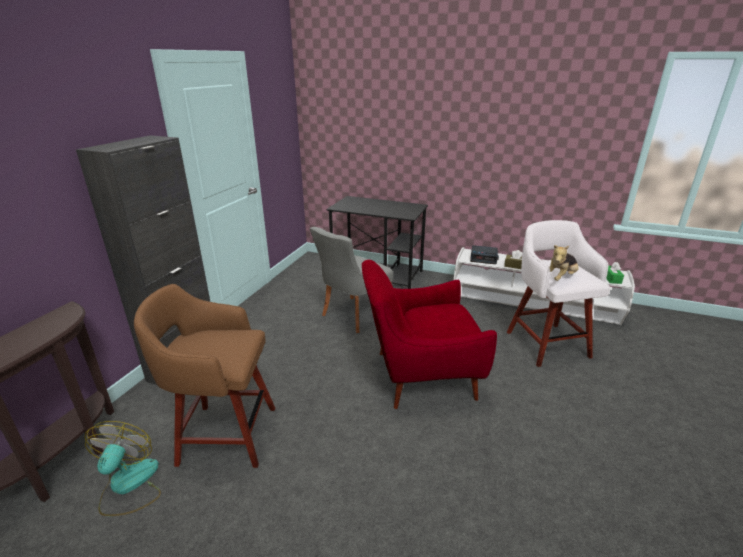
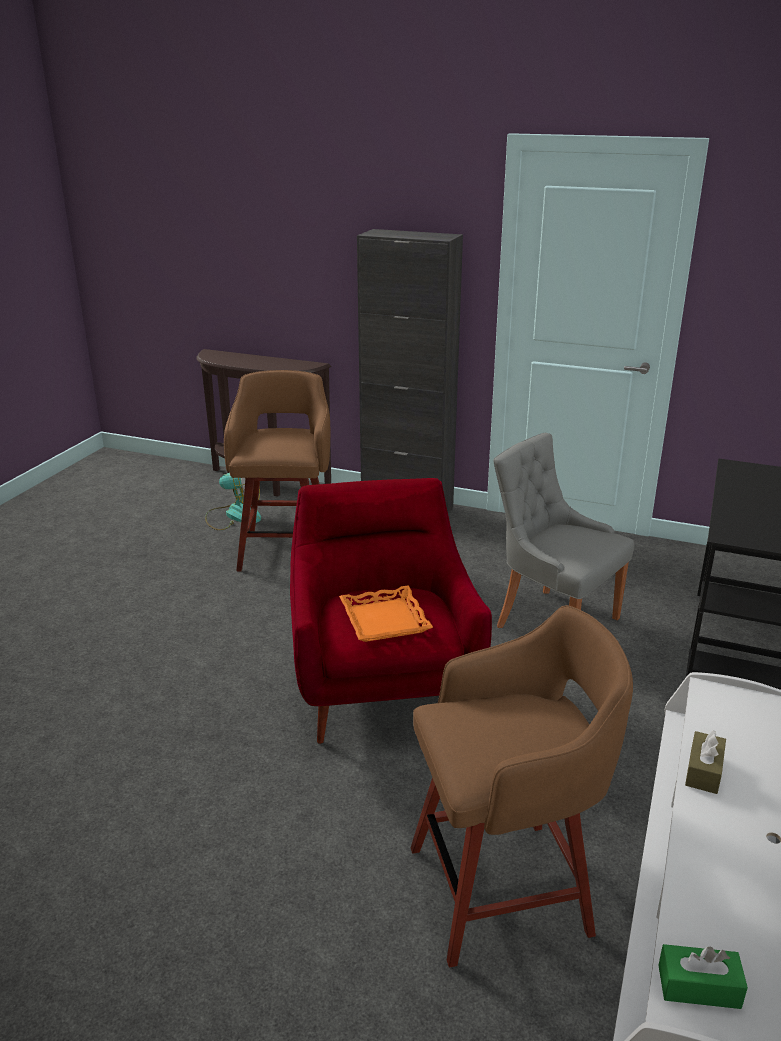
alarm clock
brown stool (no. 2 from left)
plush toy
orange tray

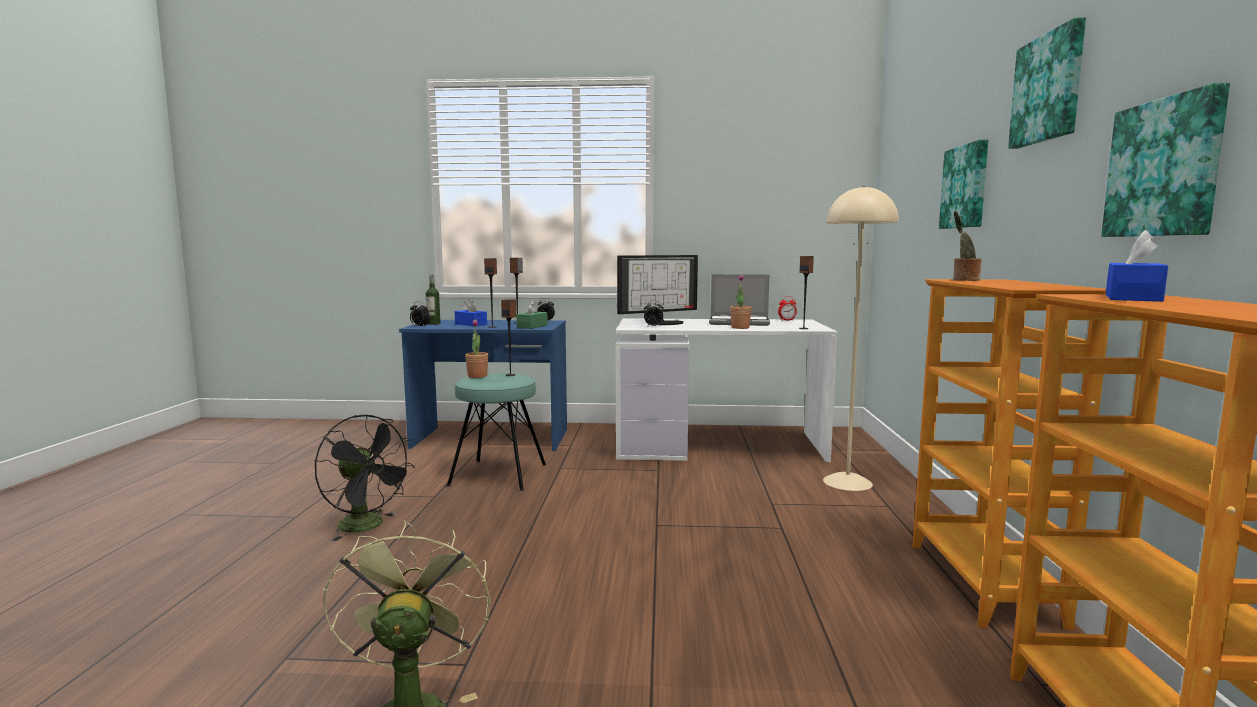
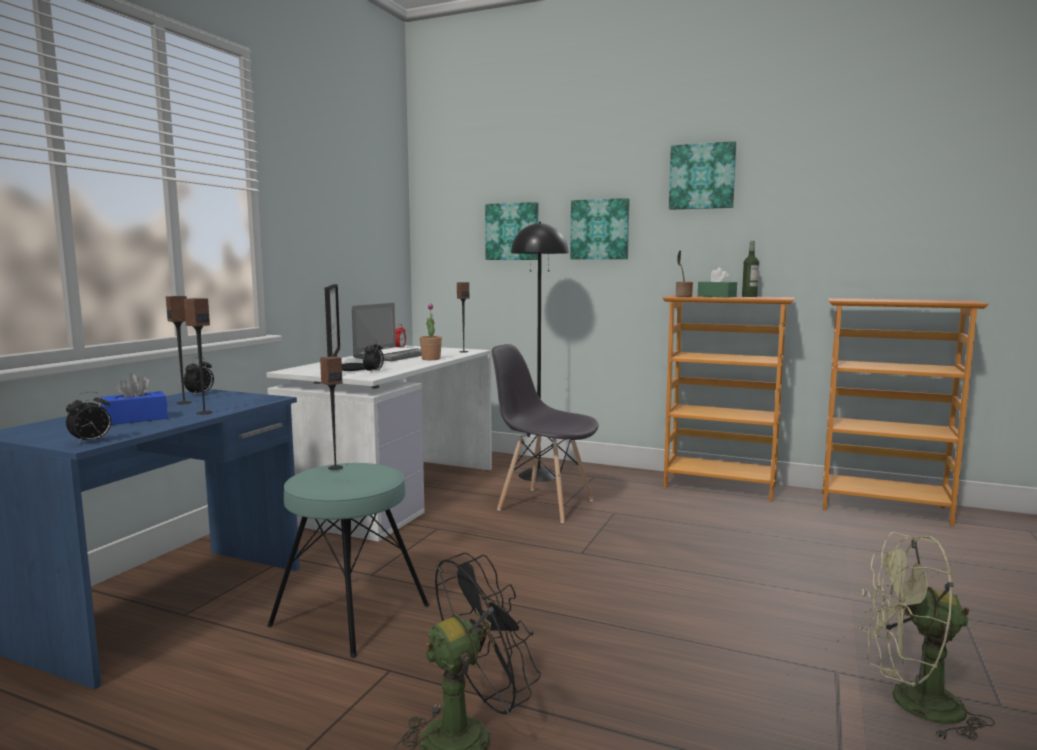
bottle
potted plant (no. 1 from left in the first image)
green tissue box
black floor lamp
picture (no. 1 from left)
blue tissue box (no. 2 from left in the first image)
grey chair

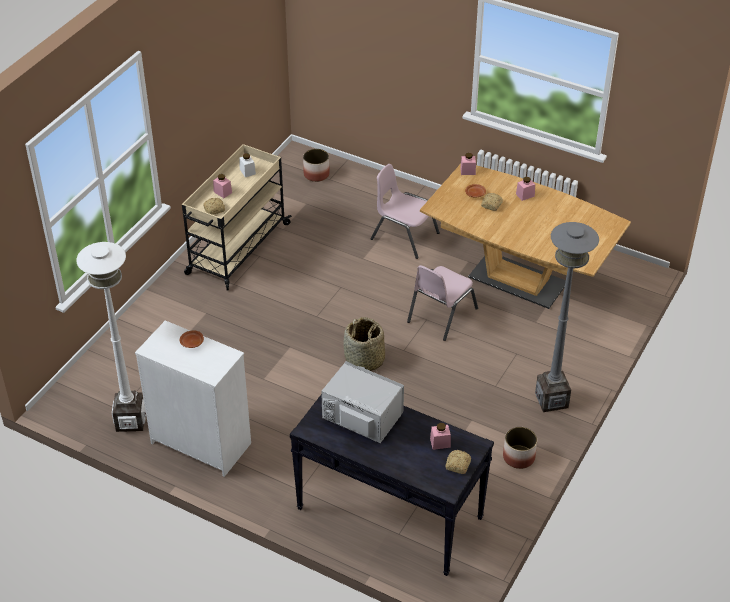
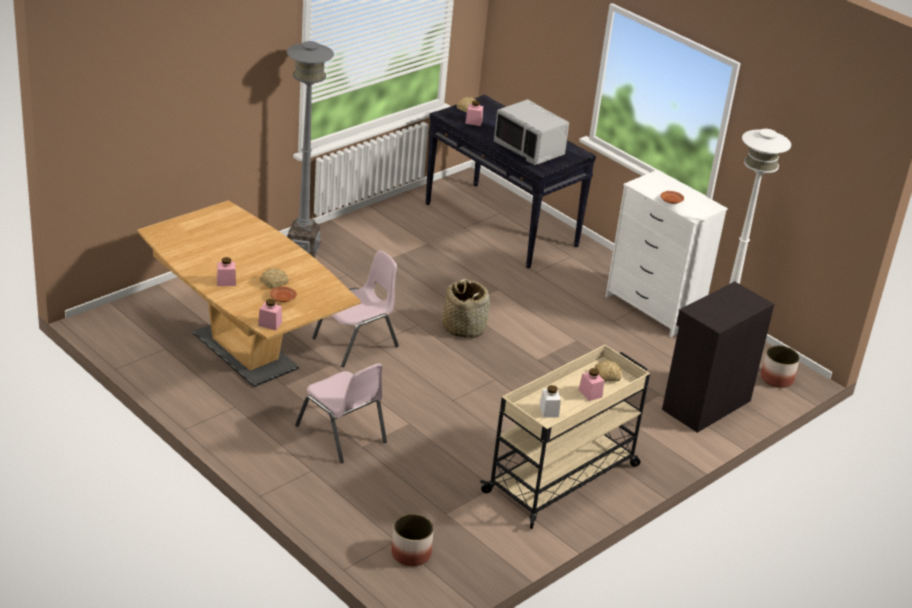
planter (no. 2 from left)
black cabinet

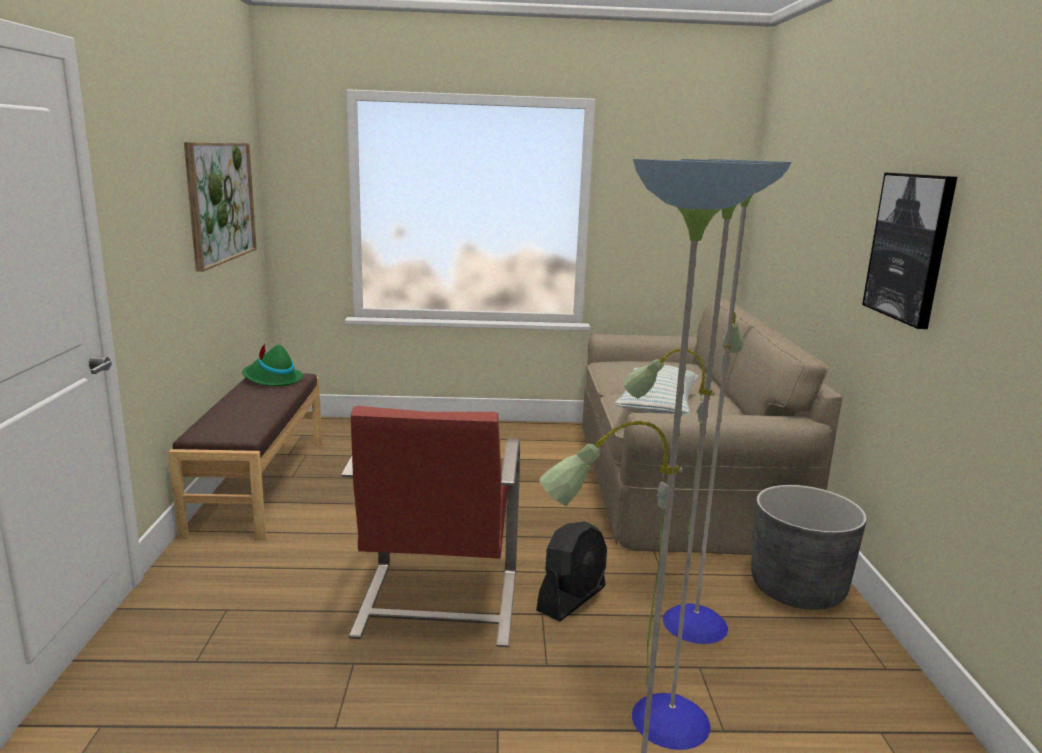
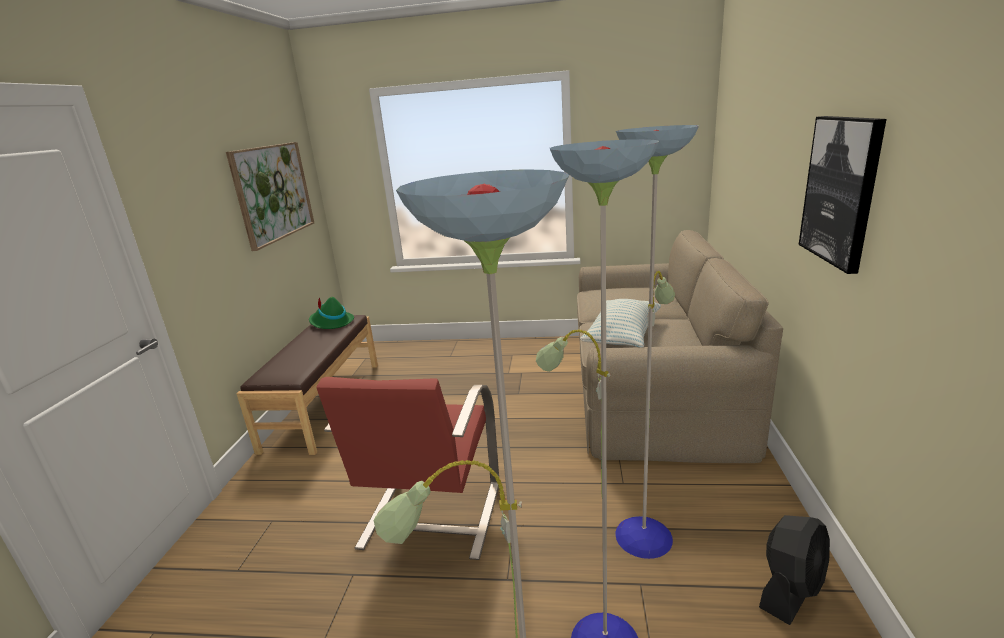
black fan
grey planter

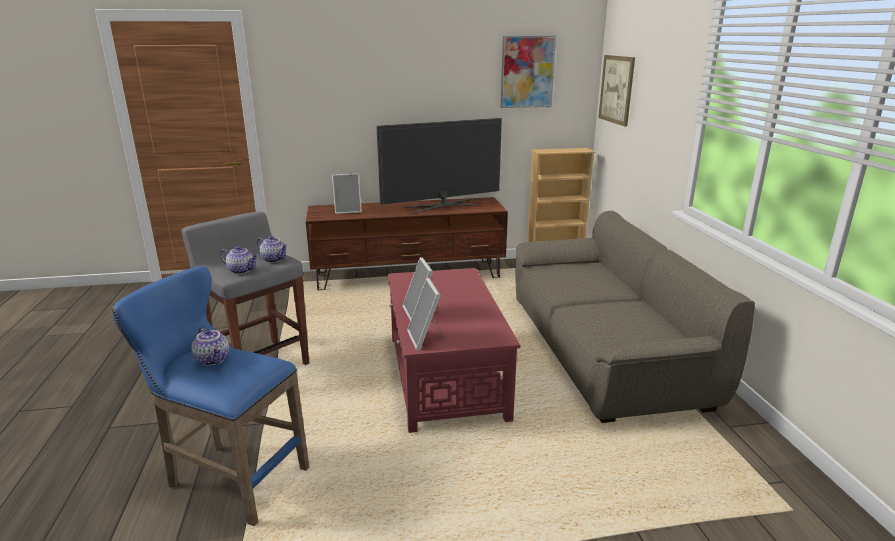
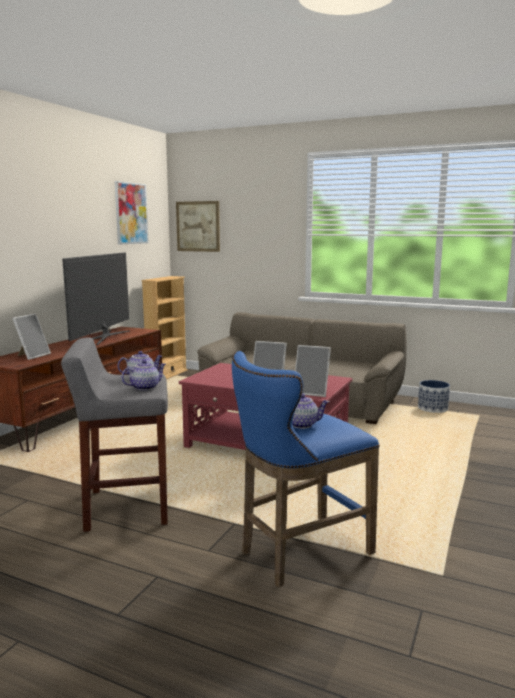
planter

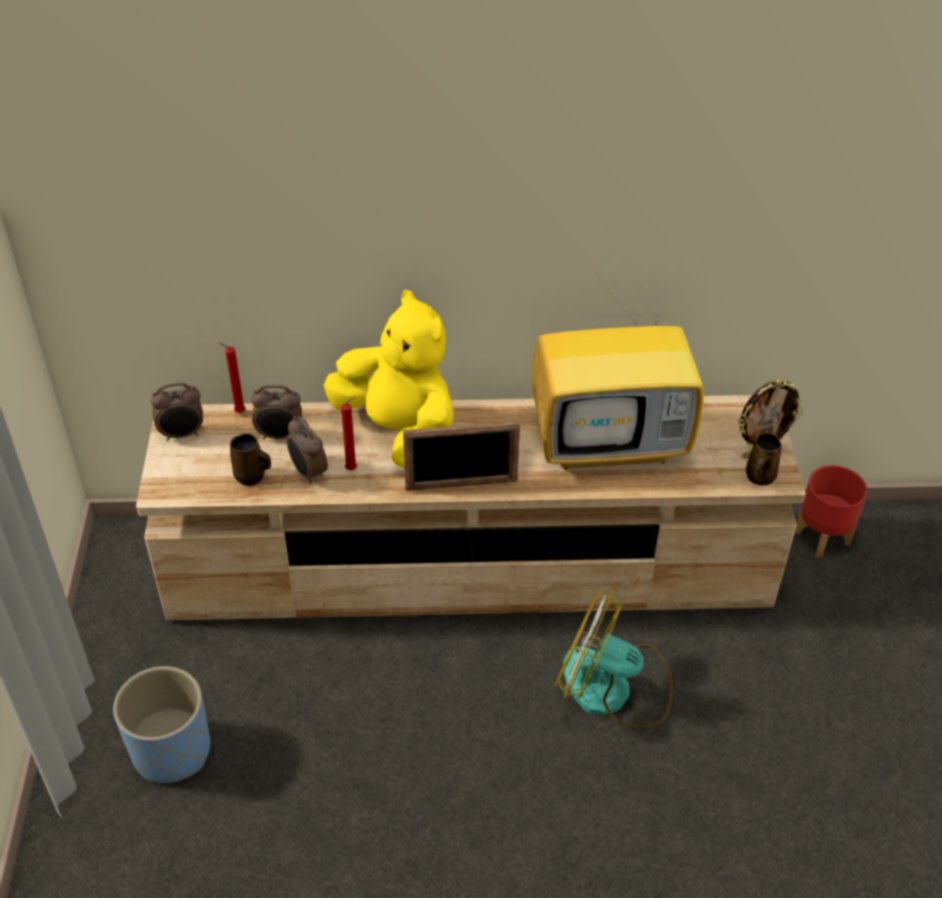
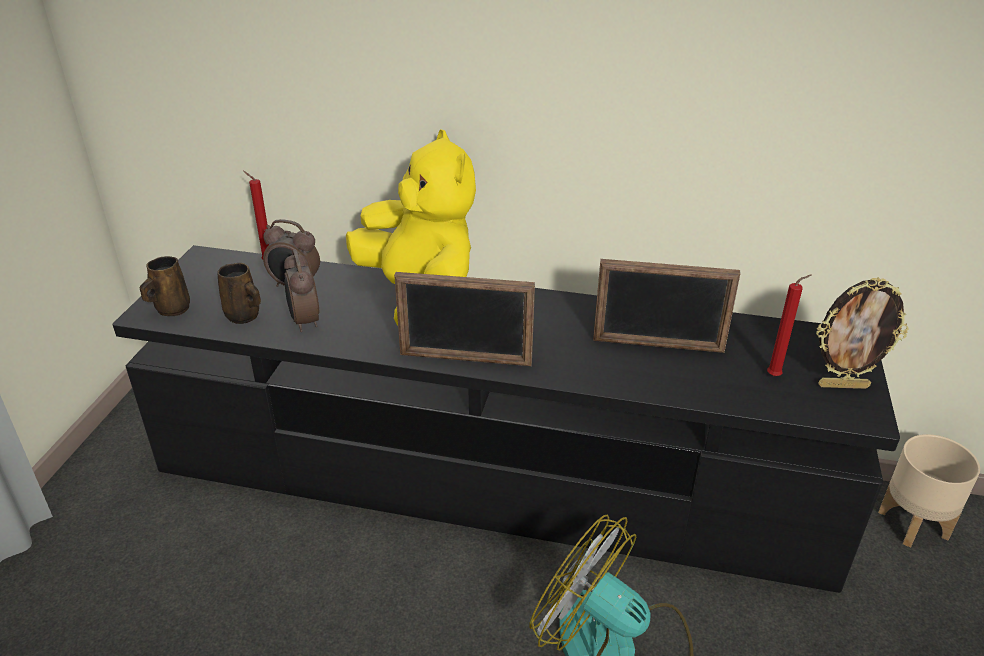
blue planter
black tv stand
alarm clock (no. 1 from left in the first image)
red candle (no. 2 from left)
picture frame (no. 2 from left)
brown mug (no. 1 from left)
beige planter

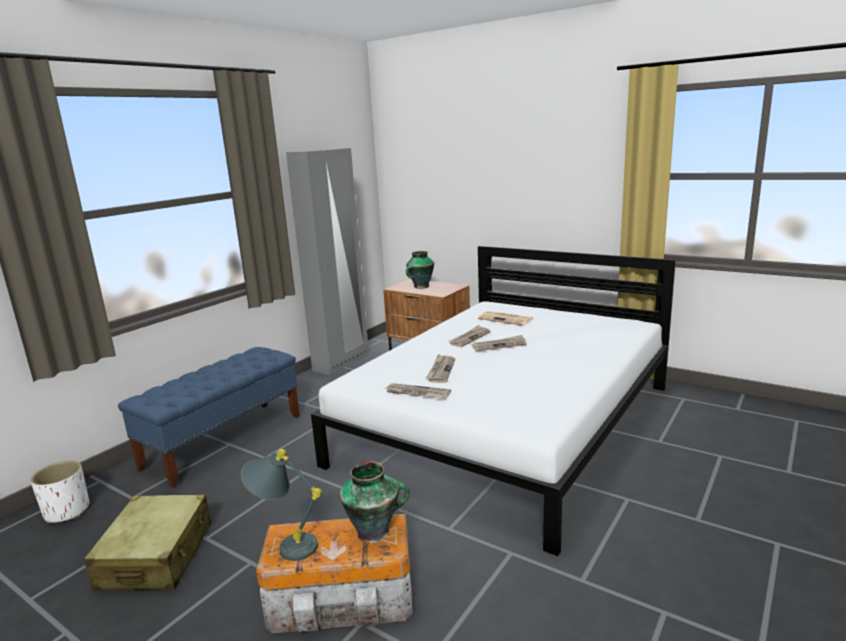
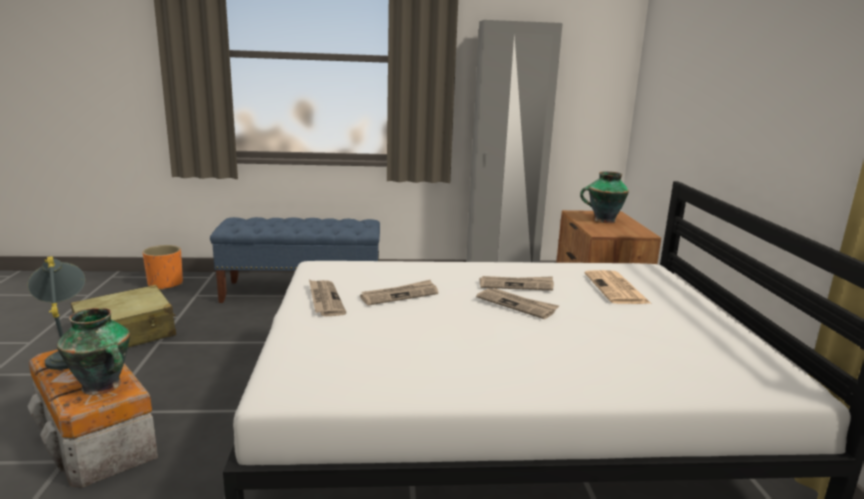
orange planter

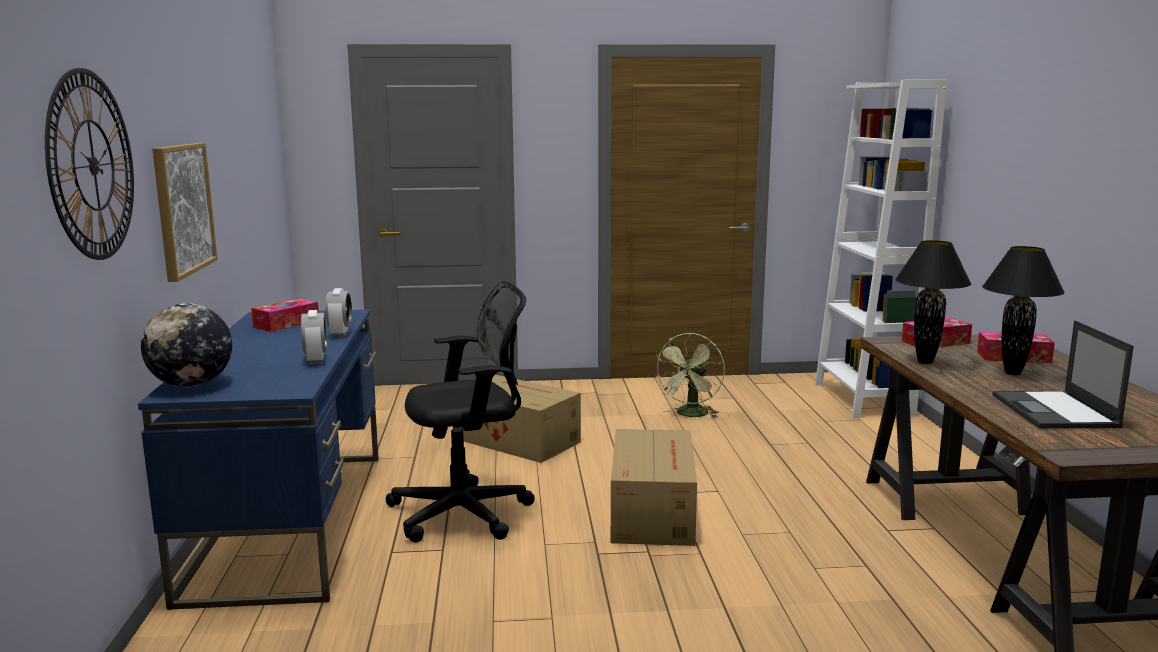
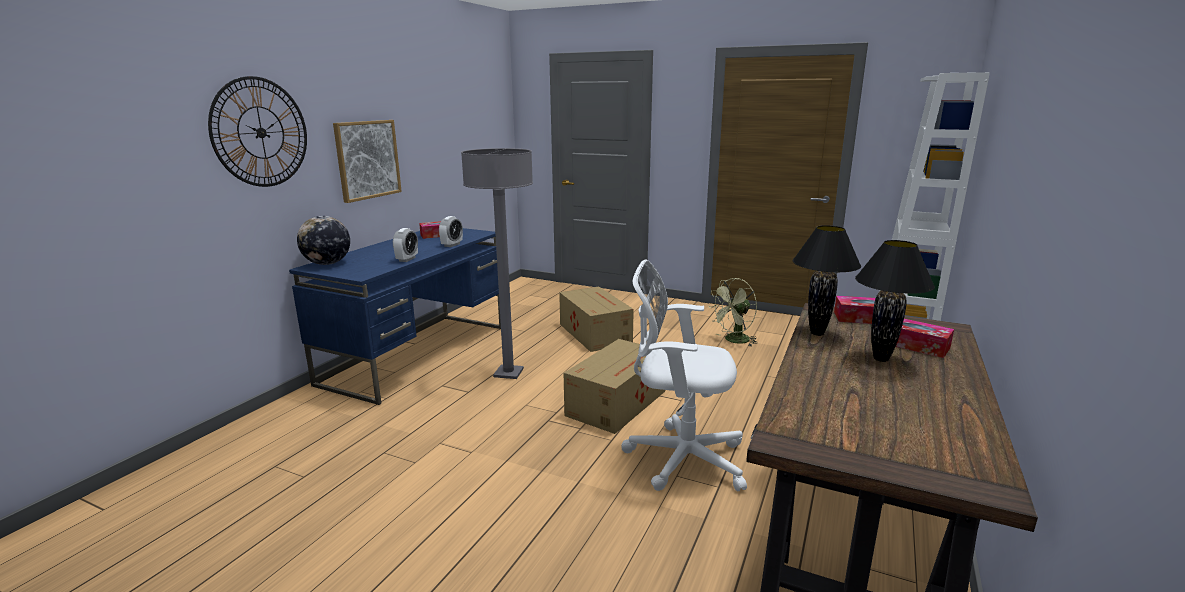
grey floor lamp
laptop
white office chair

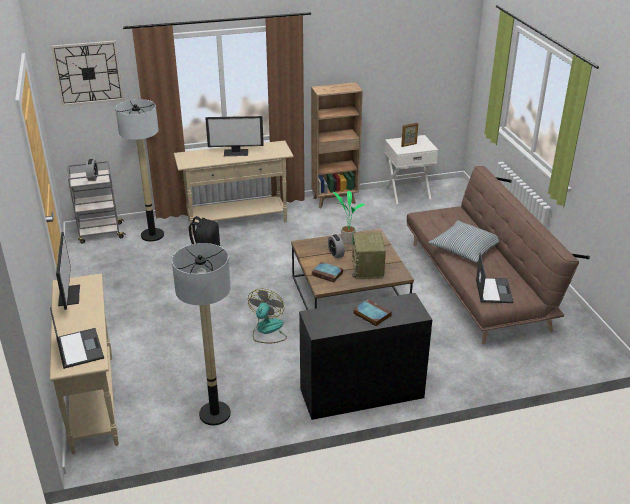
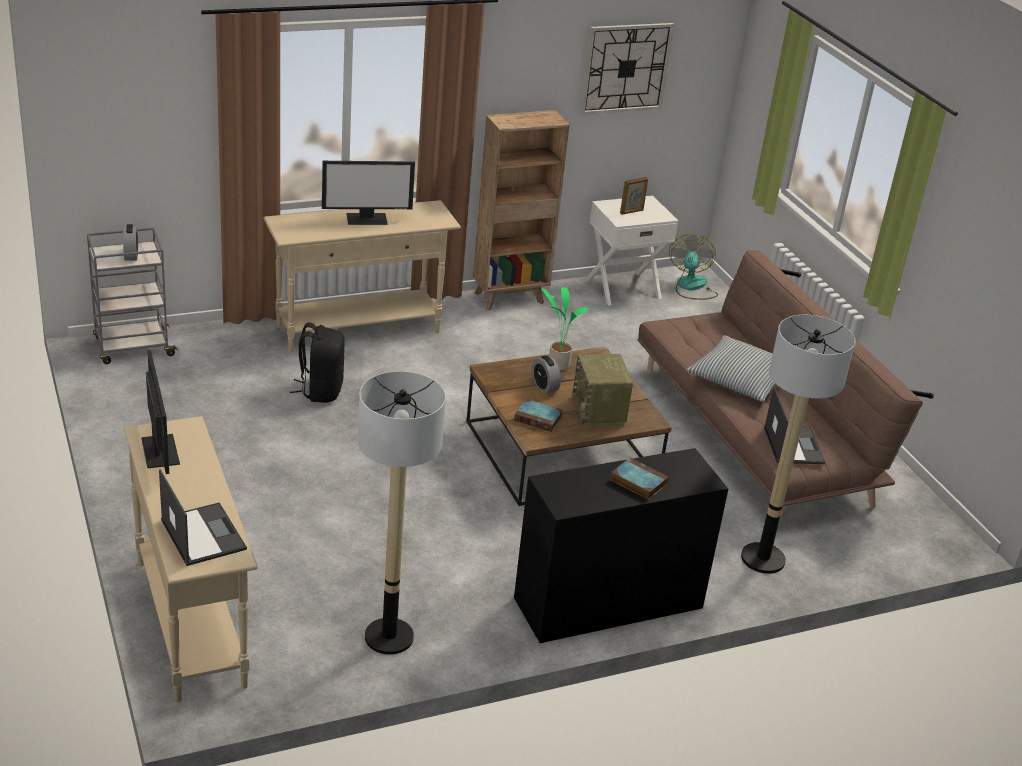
wall clock
floor lamp (no. 2 from left)
fan

